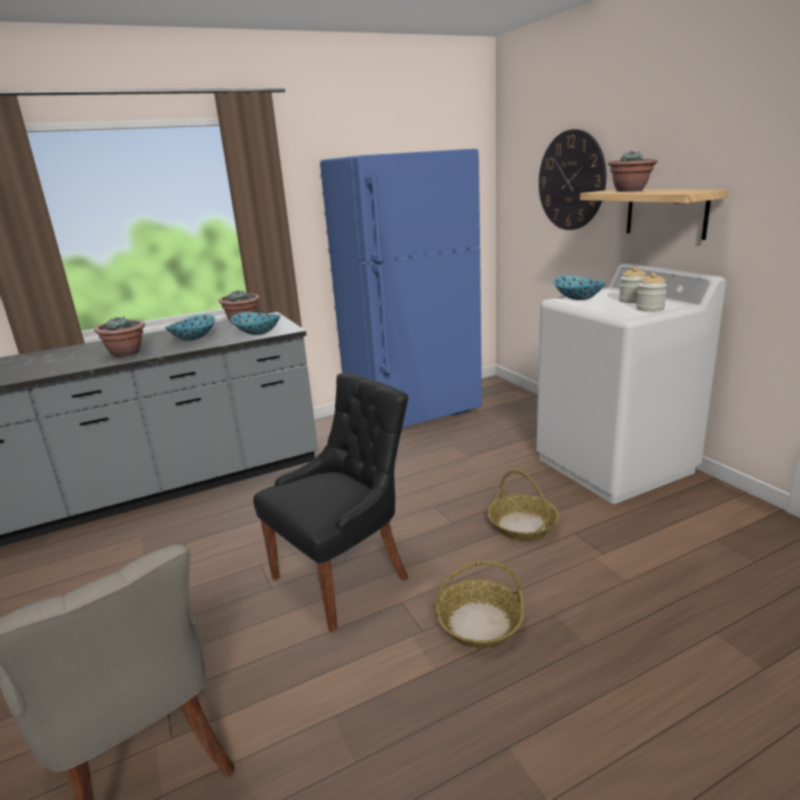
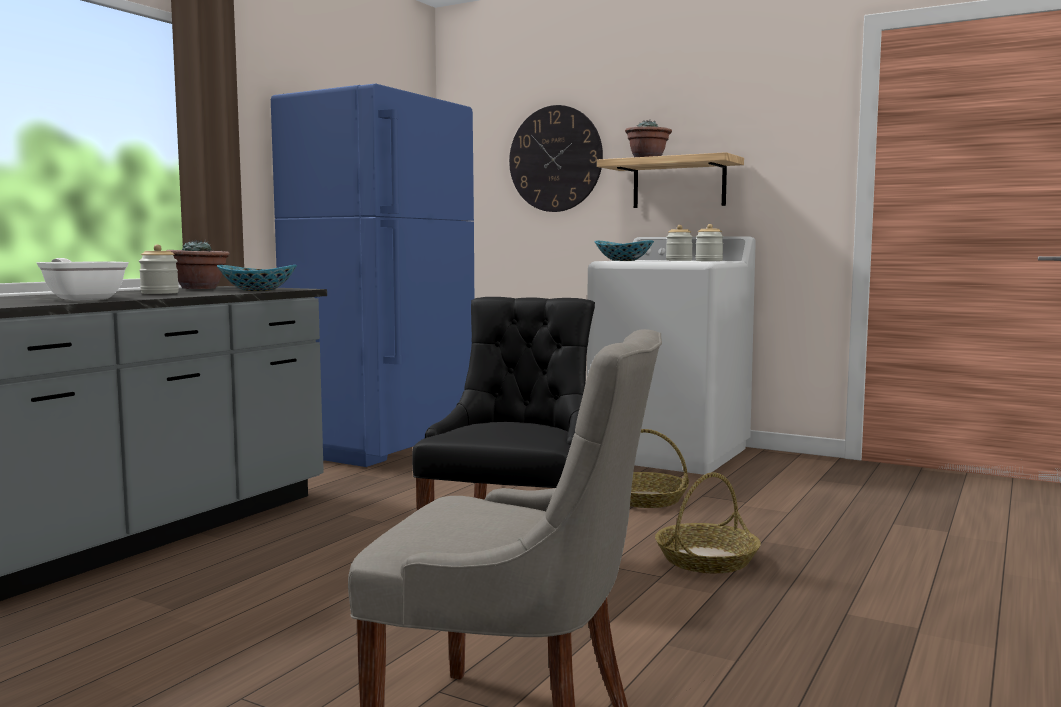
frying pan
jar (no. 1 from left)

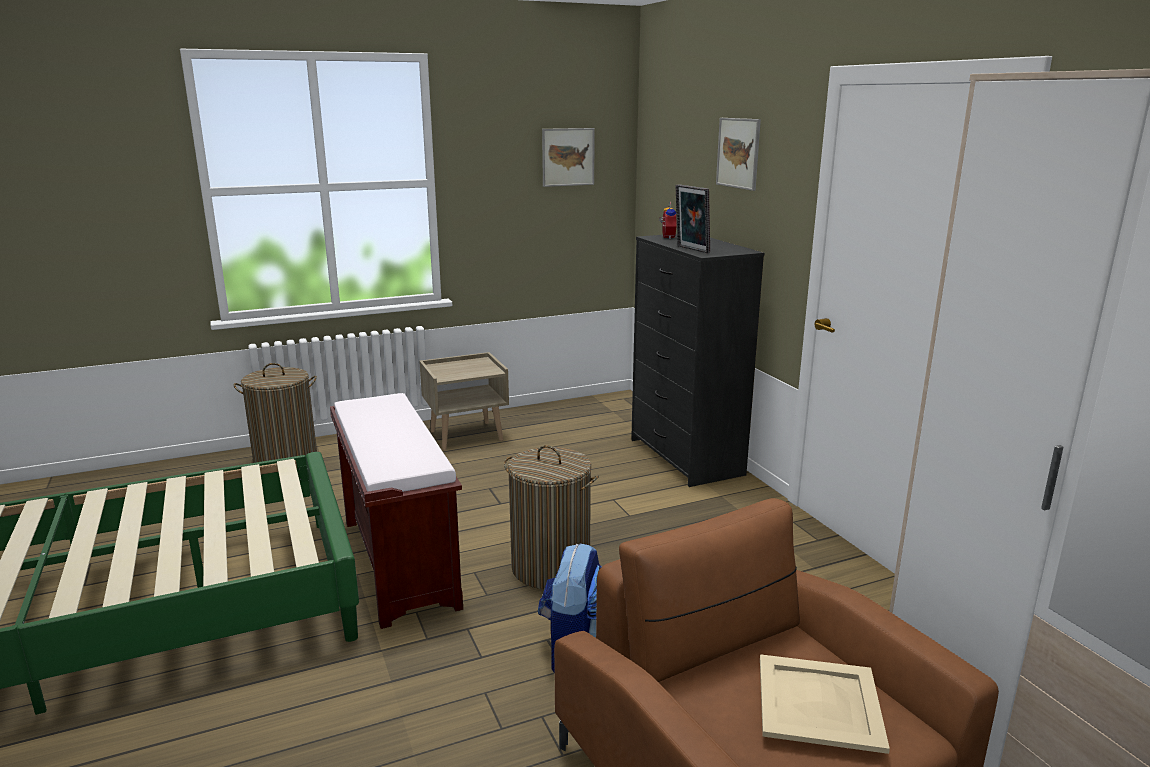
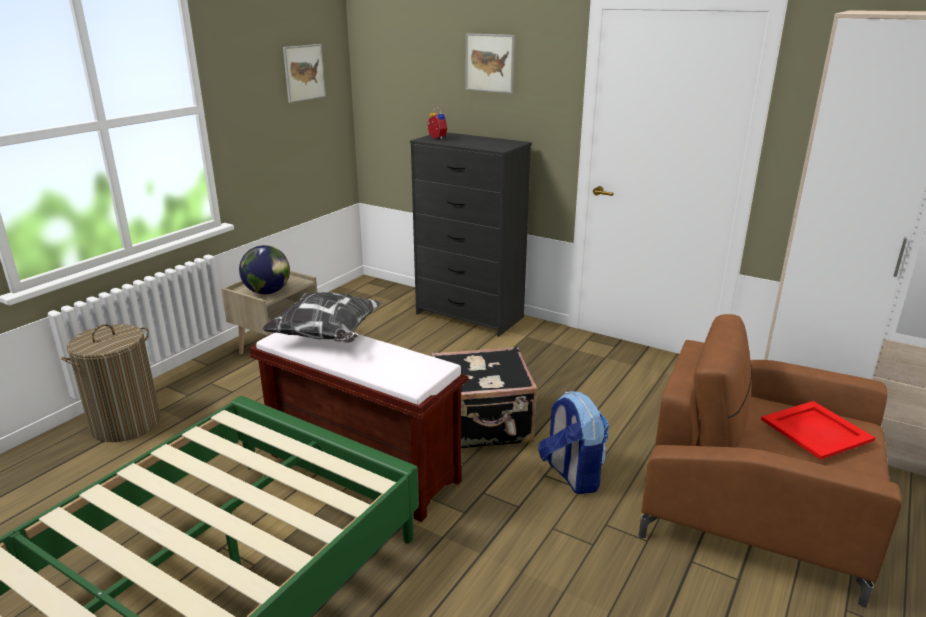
black suitcase
picture frame
red tray
globe
pillow

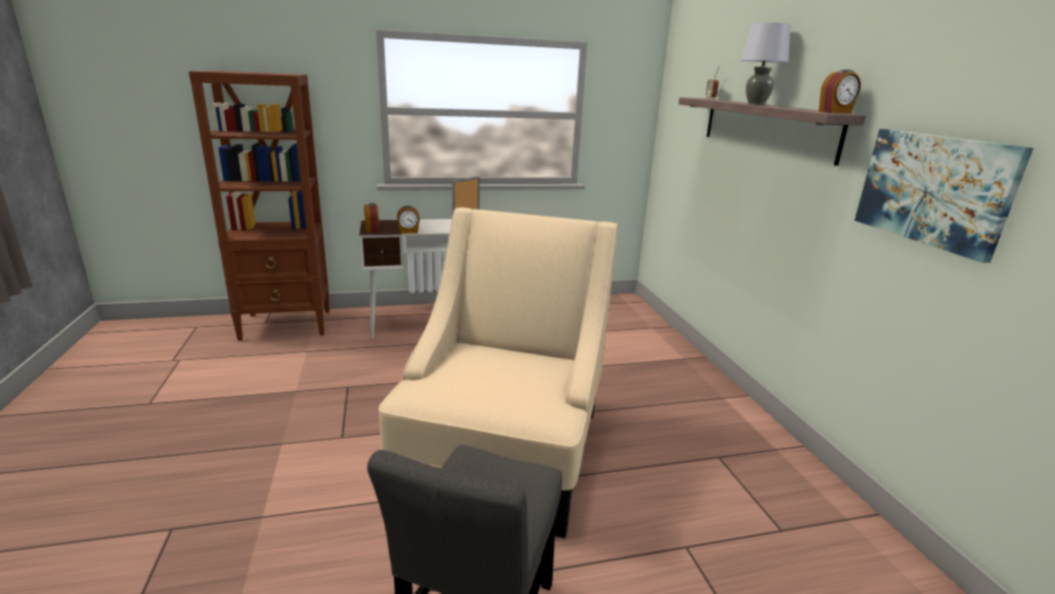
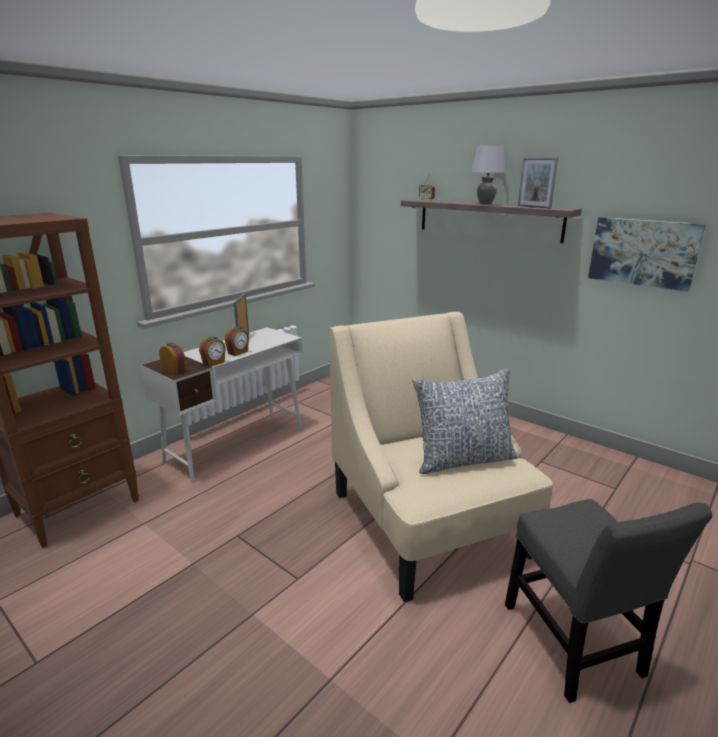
alarm clock (no. 3 from left)
pillow
picture frame (no. 2 from left)

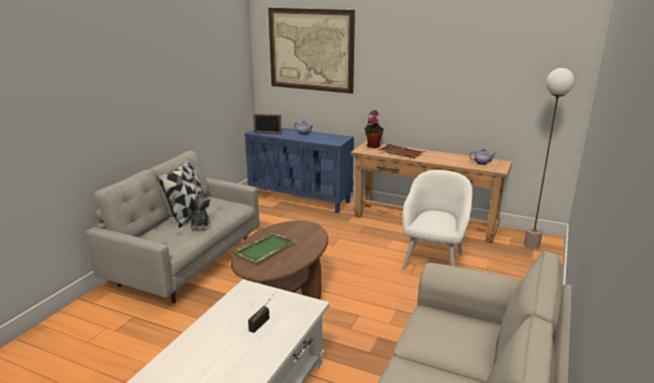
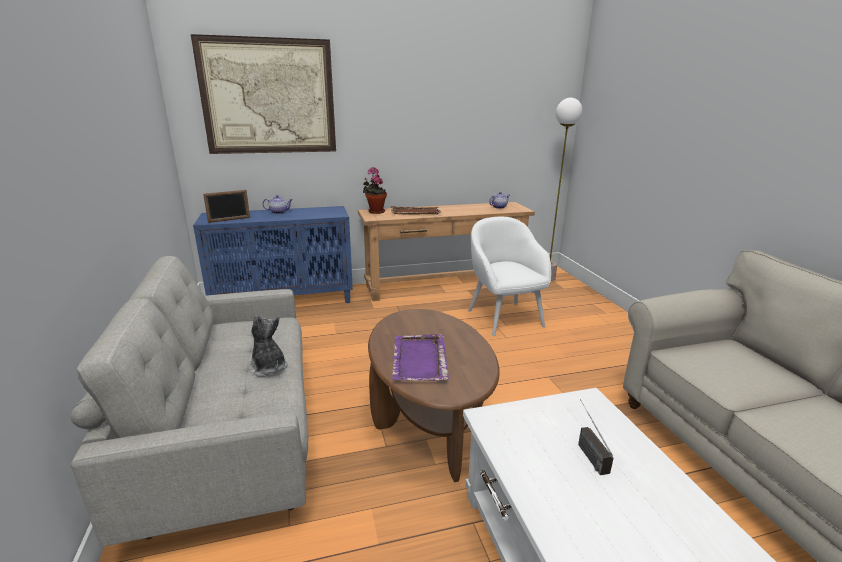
pillow
purple tray

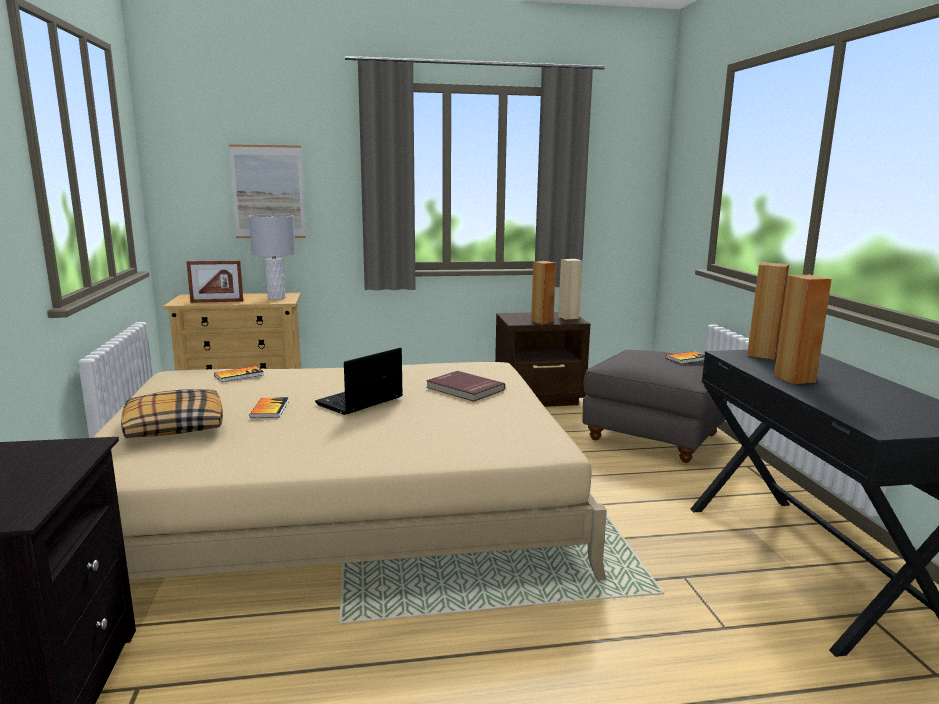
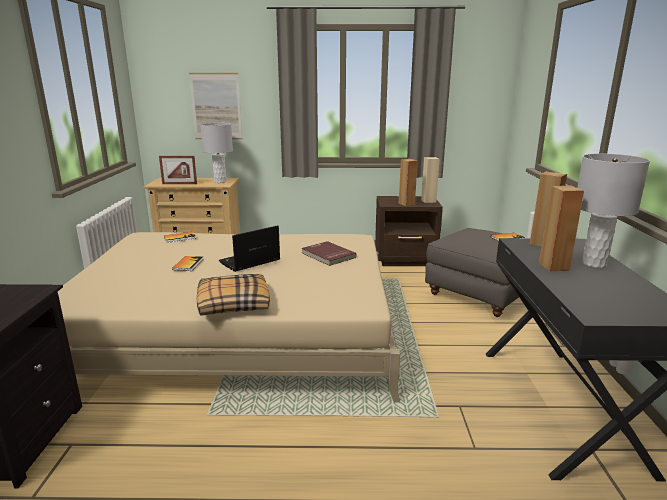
pillow
grey table lamp (no. 2 from left)

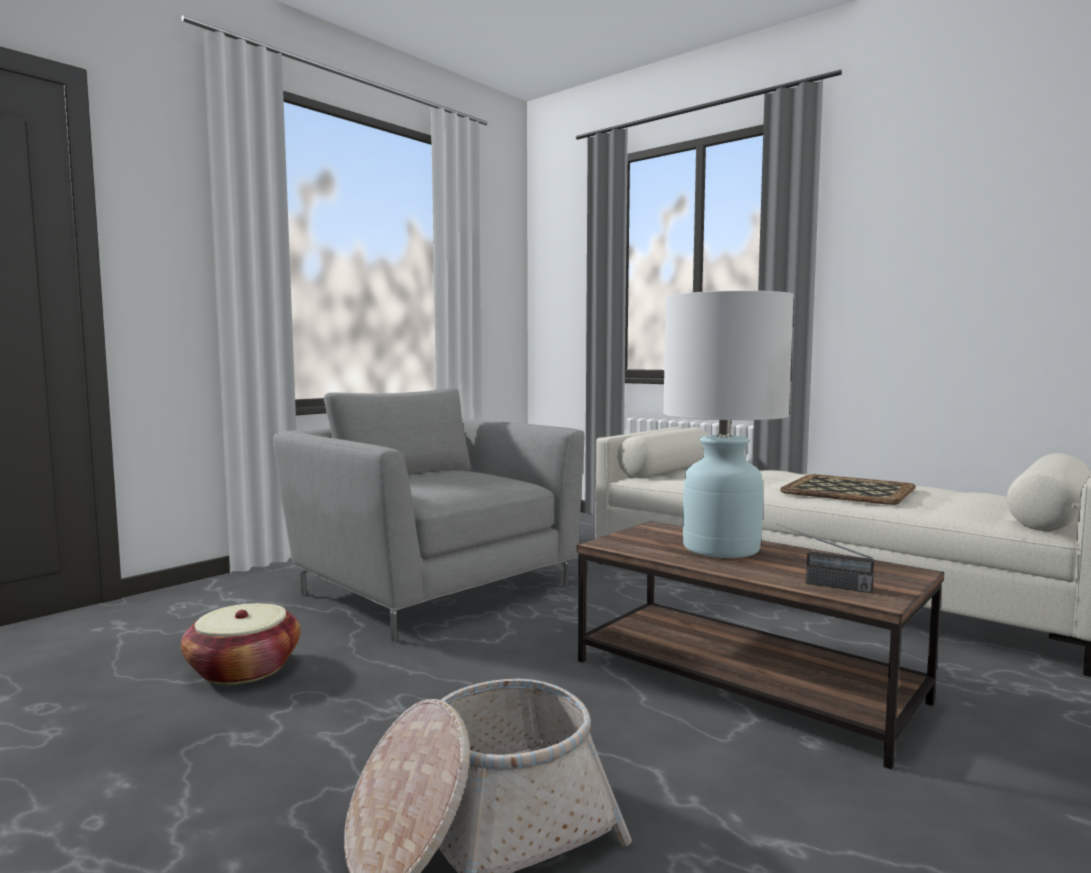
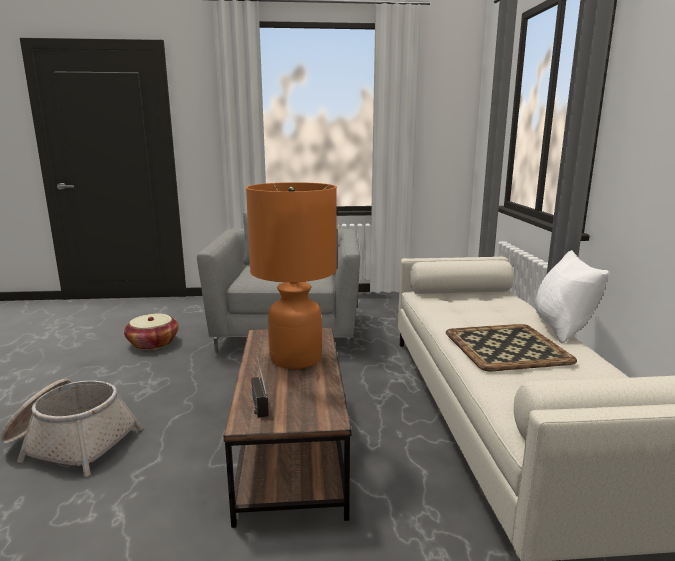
orange table lamp
white pillow

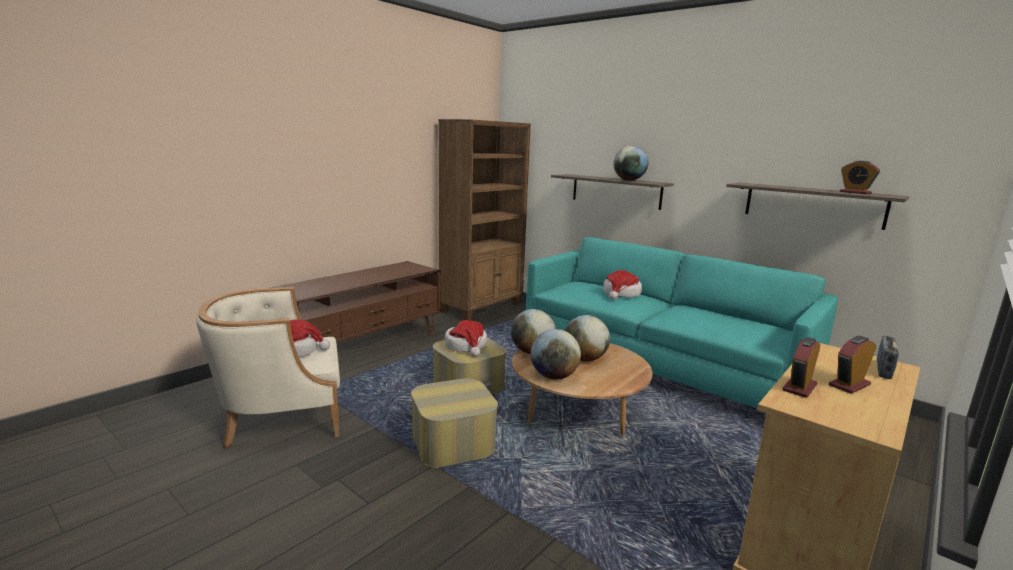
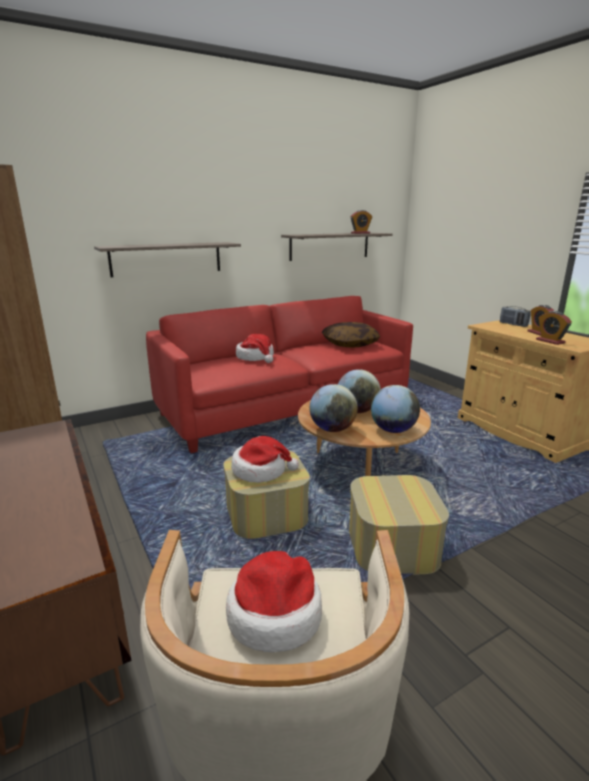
red sofa
globe (no. 4 from left in the first image)
pillow

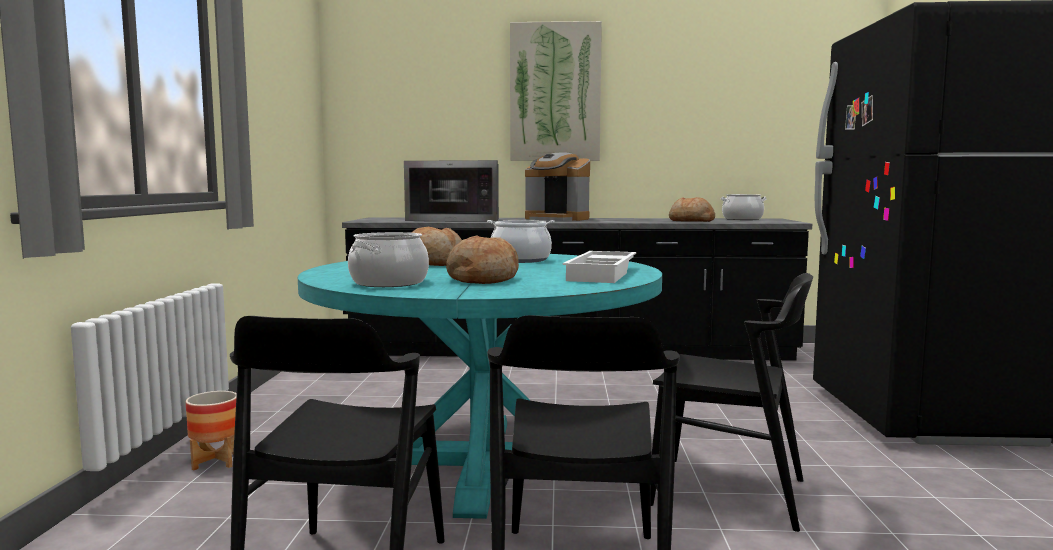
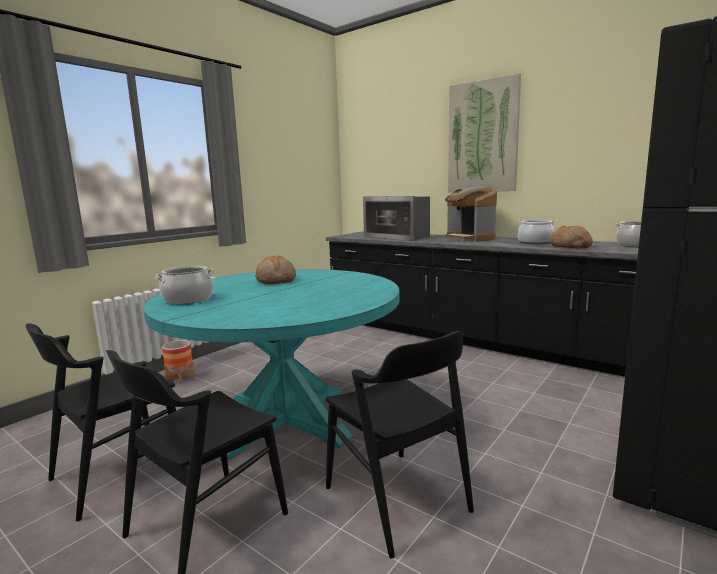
bread (no. 2 from left in the first image)
cooking pot (no. 2 from left)
white tray

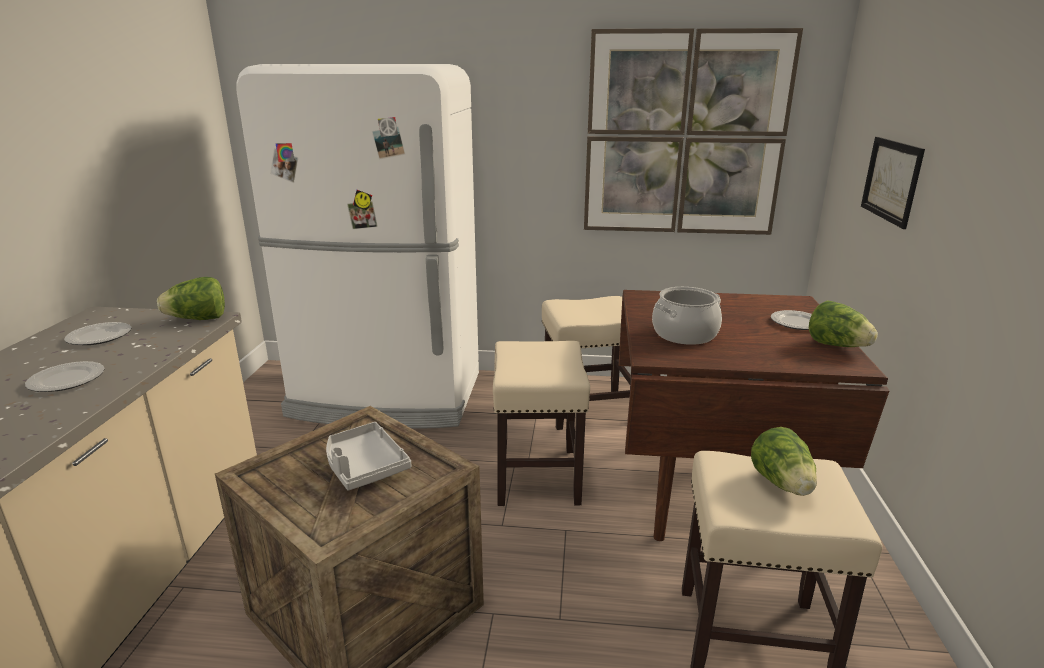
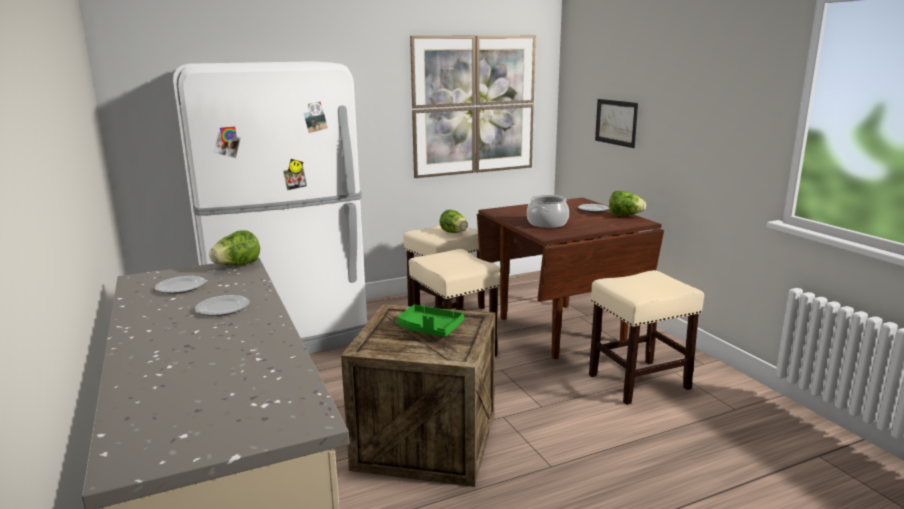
green tray
lettuce (no. 2 from left)

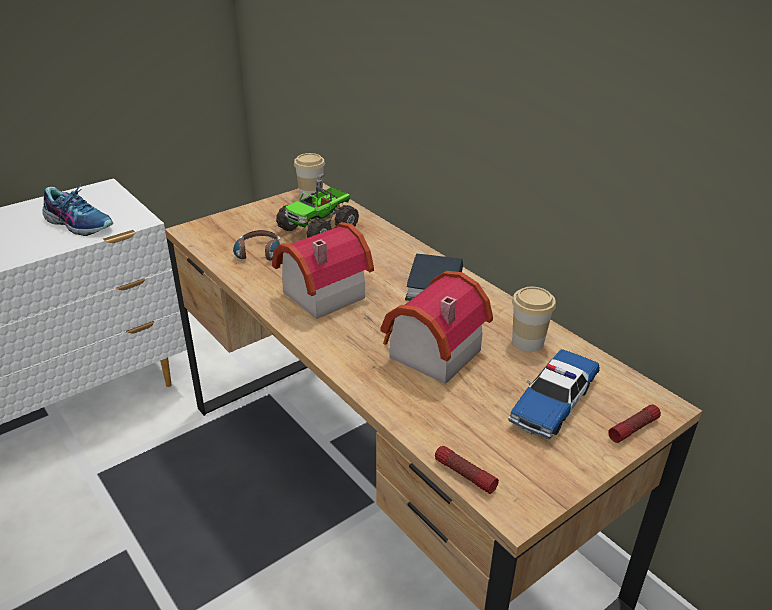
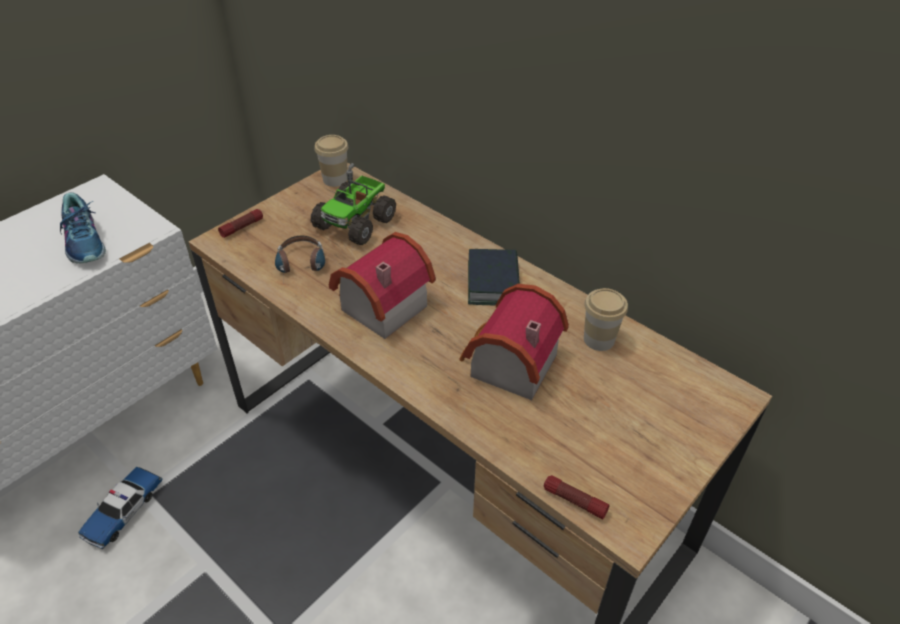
shoe
toy car
flashlight (no. 1 from left)

